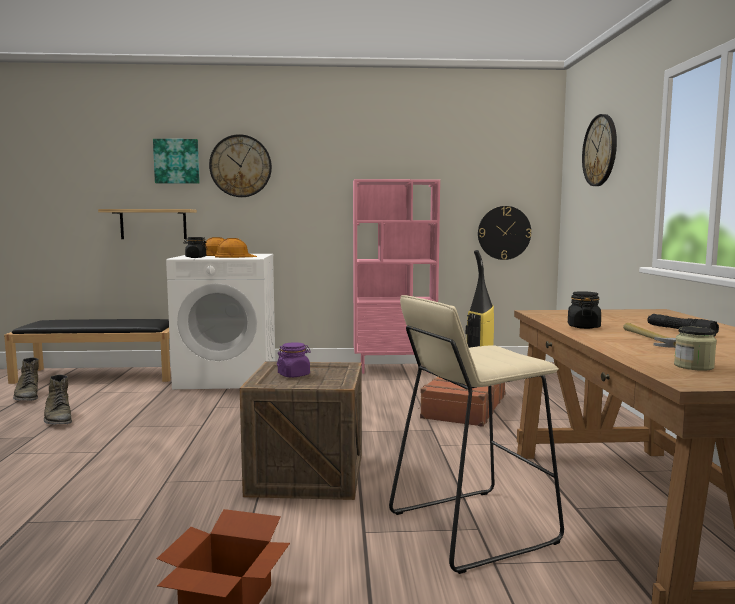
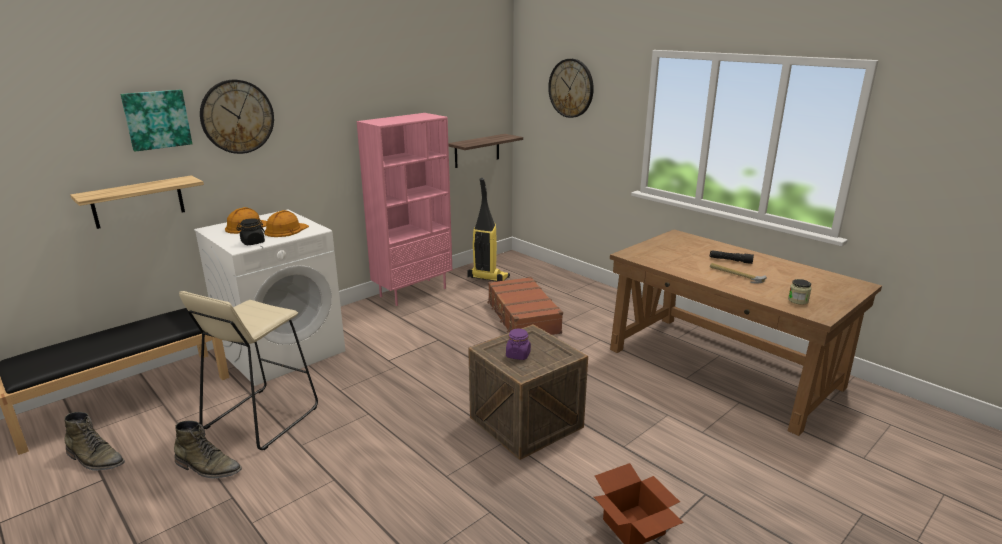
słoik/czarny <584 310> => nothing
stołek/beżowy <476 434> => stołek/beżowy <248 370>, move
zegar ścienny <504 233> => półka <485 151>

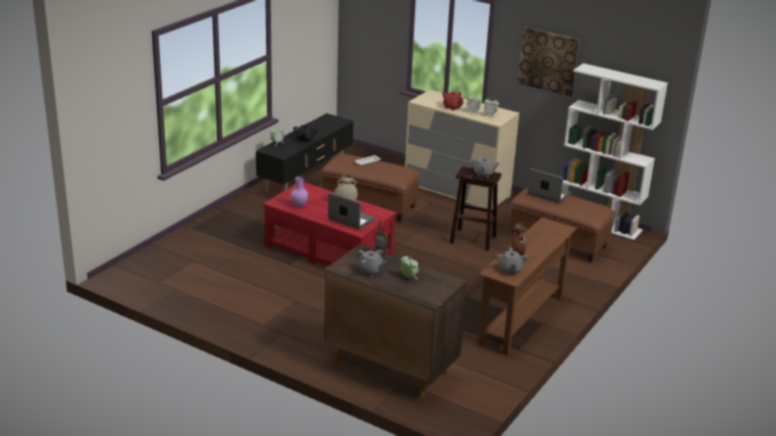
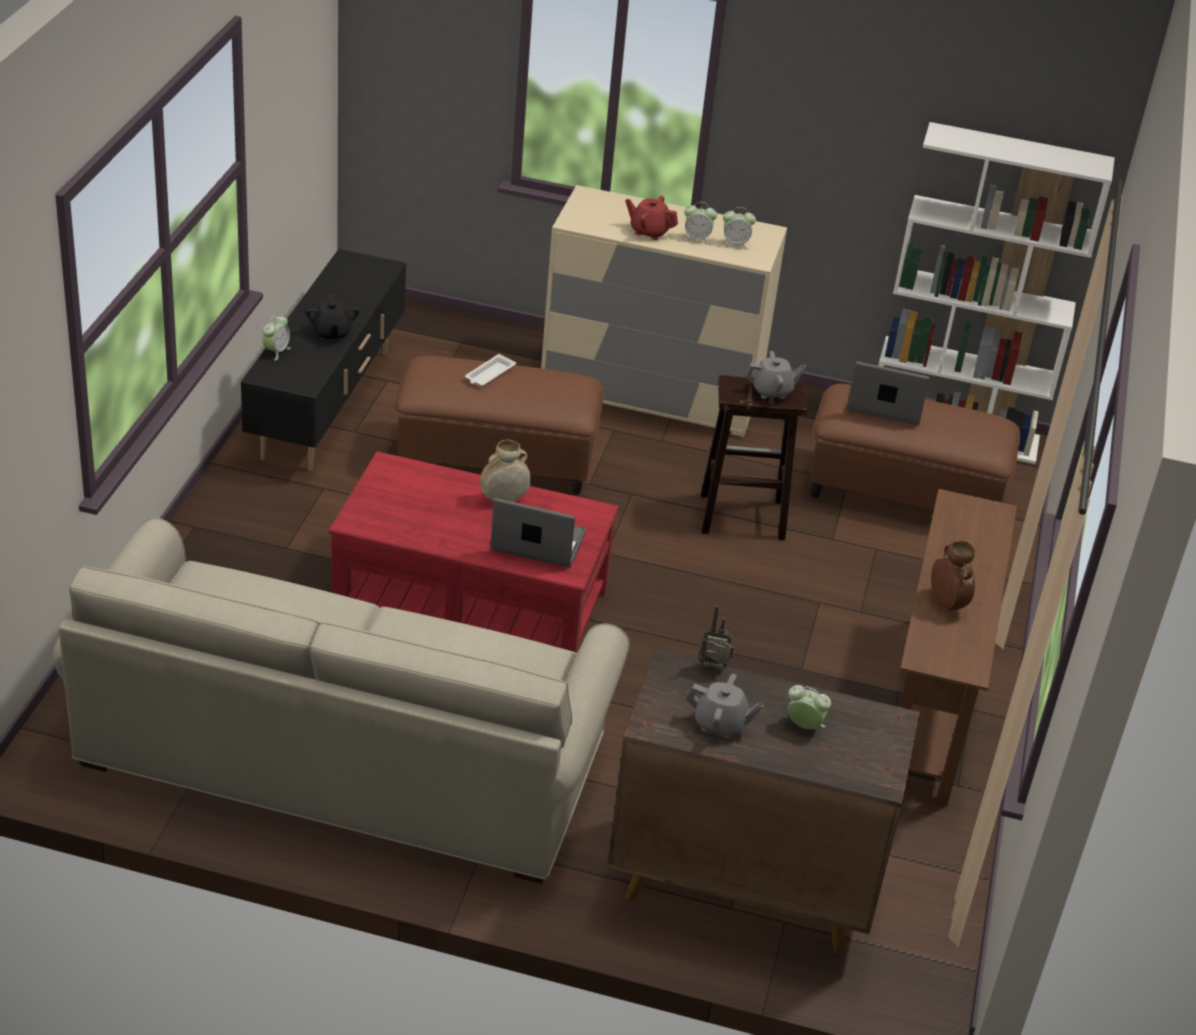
wazon/fioletowy <299 191> => nothing
imbryk/szary <512 261> => nothing
obraz <549 61> => nothing
nothing => kanapa/beżowy <341 701>

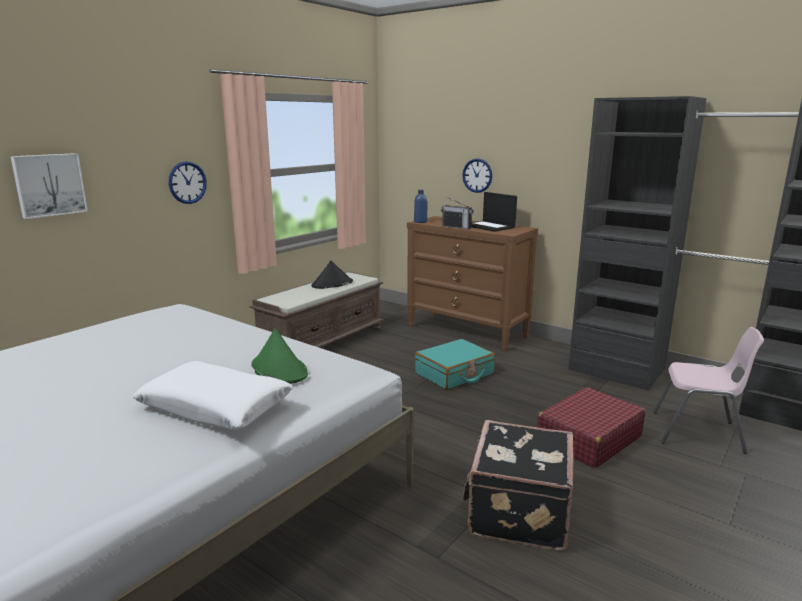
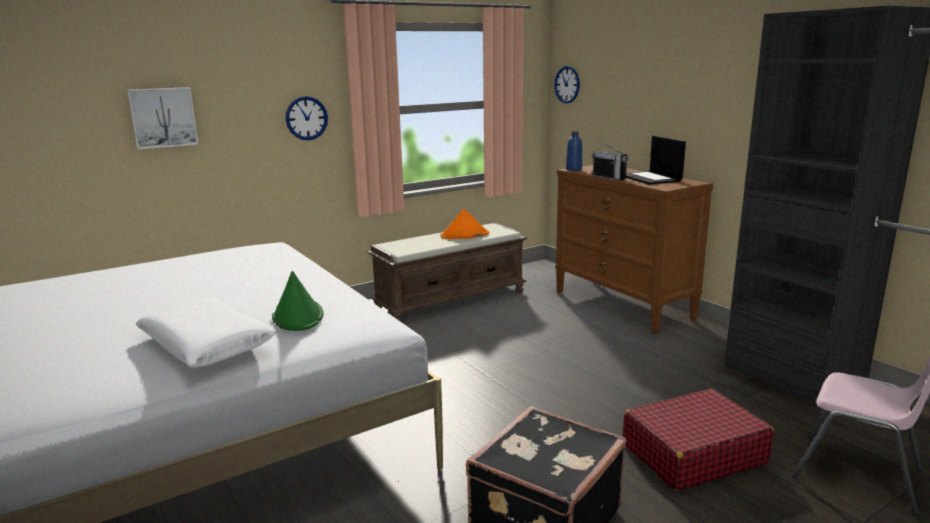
walizka/turkusowy <455 364> => nothing
zegar ścienny <477 176> => zegar ścienny <567 84>, move
kapelusz/czarny <332 275> => kapelusz/pomarańczowy <465 224>

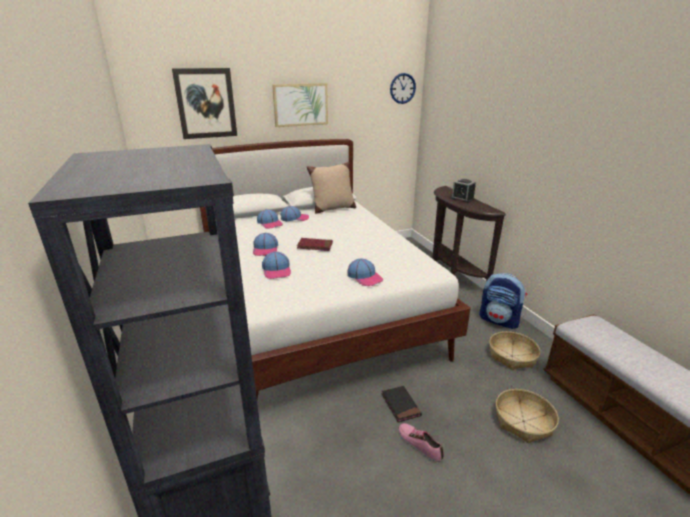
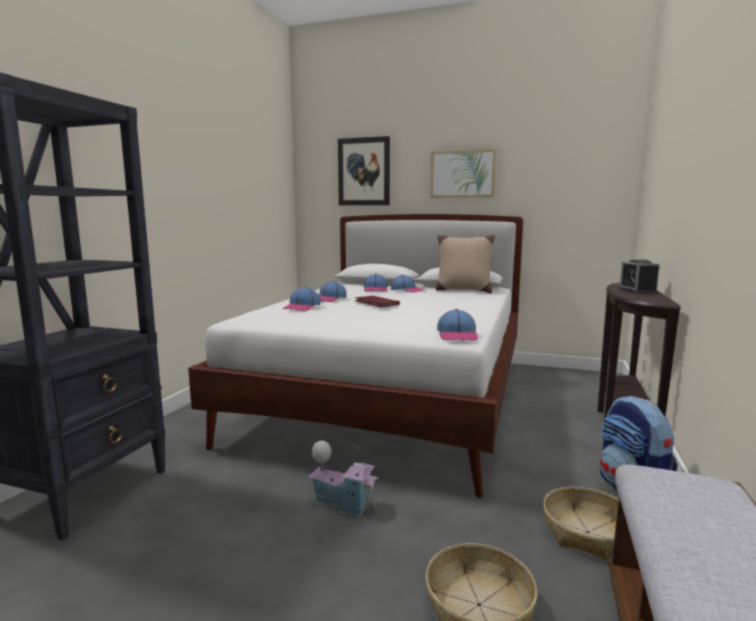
zegar ścienny <403 88> => nothing
but <421 442> => nothing
czapka z daszkiem <365 272> => czapka z daszkiem <457 324>, move
książka/czarny <402 404> => domek <344 479>

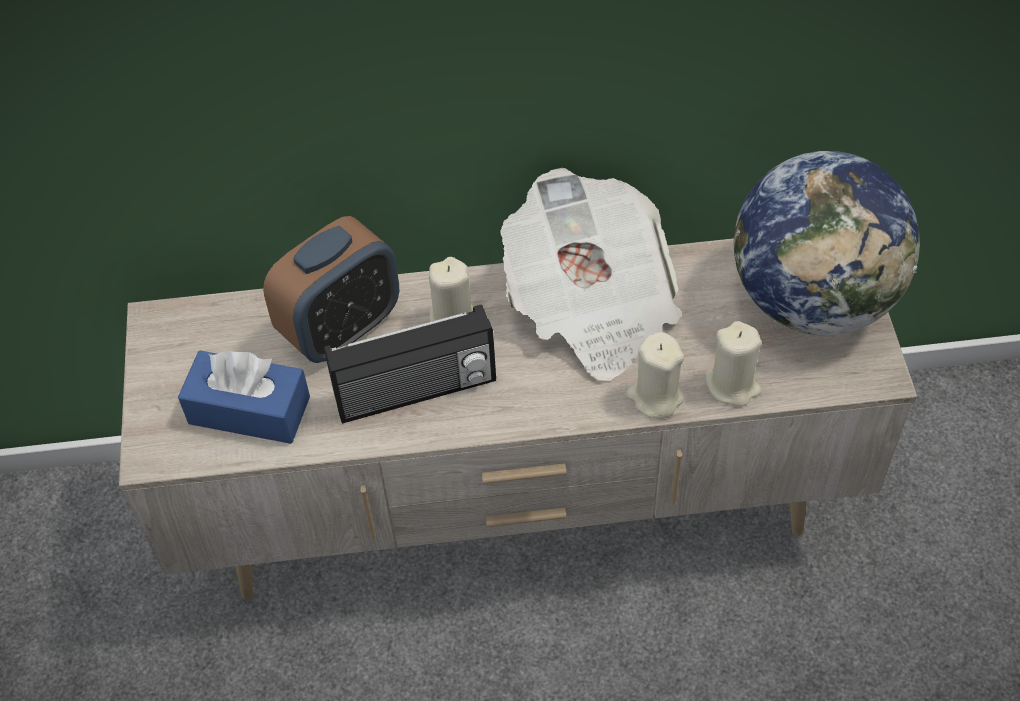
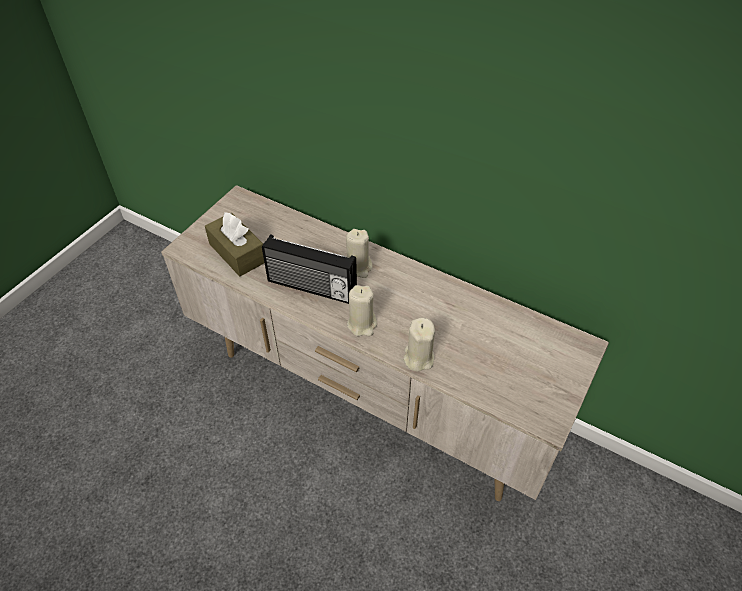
budzik <331 289> => nothing
gazeta <591 274> => nothing
globus <826 243> => nothing
świeca/beżowy <733 364> => świeca/beżowy <362 310>, move
pudełko chusteczek/niebieski <244 397> => pudełko chusteczek/brązowy <234 244>

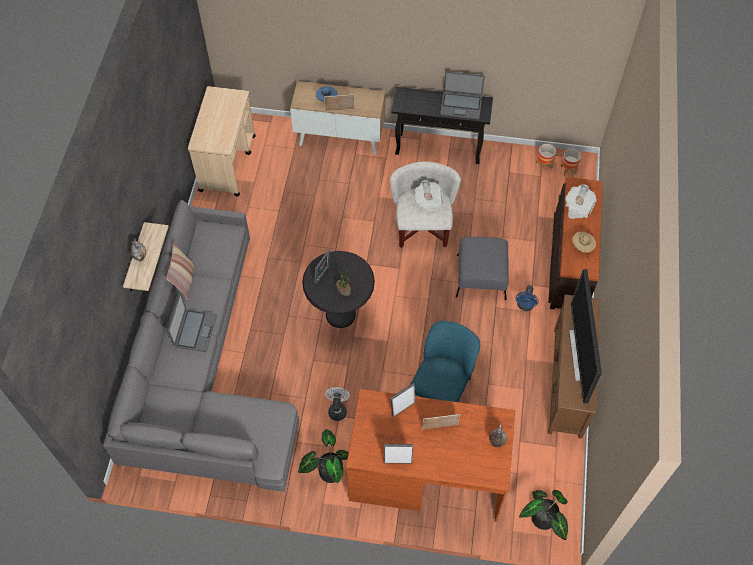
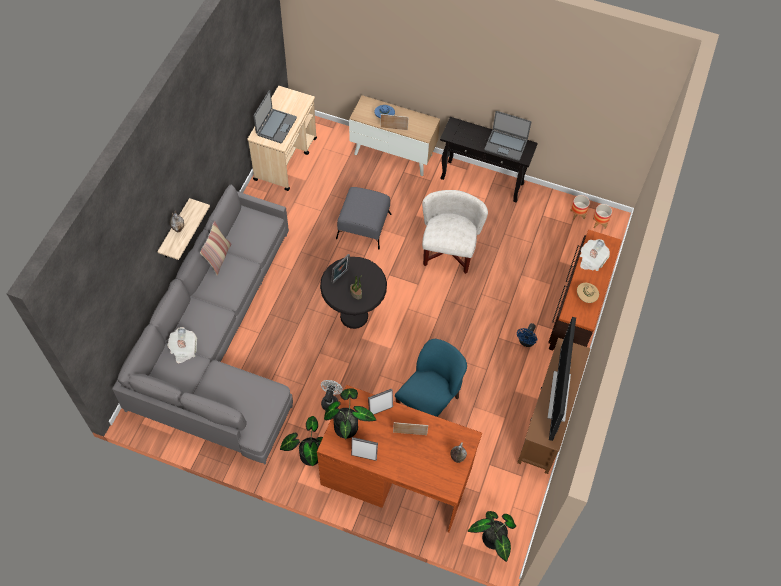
nothing => roślina doniczkowa <350 414>
laptop <192 322> => laptop <275 116>, move
gazeta <429 198> => gazeta <182 345>, move
pufa/szary <482 268> => pufa/szary <363 218>, move

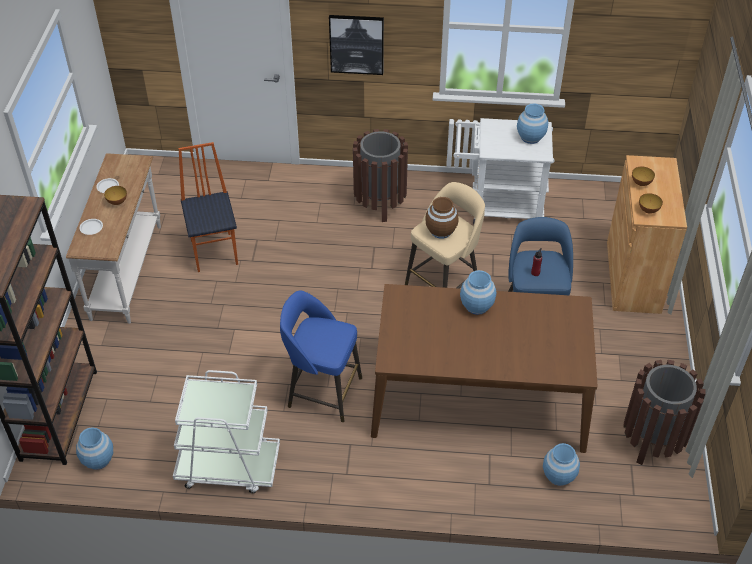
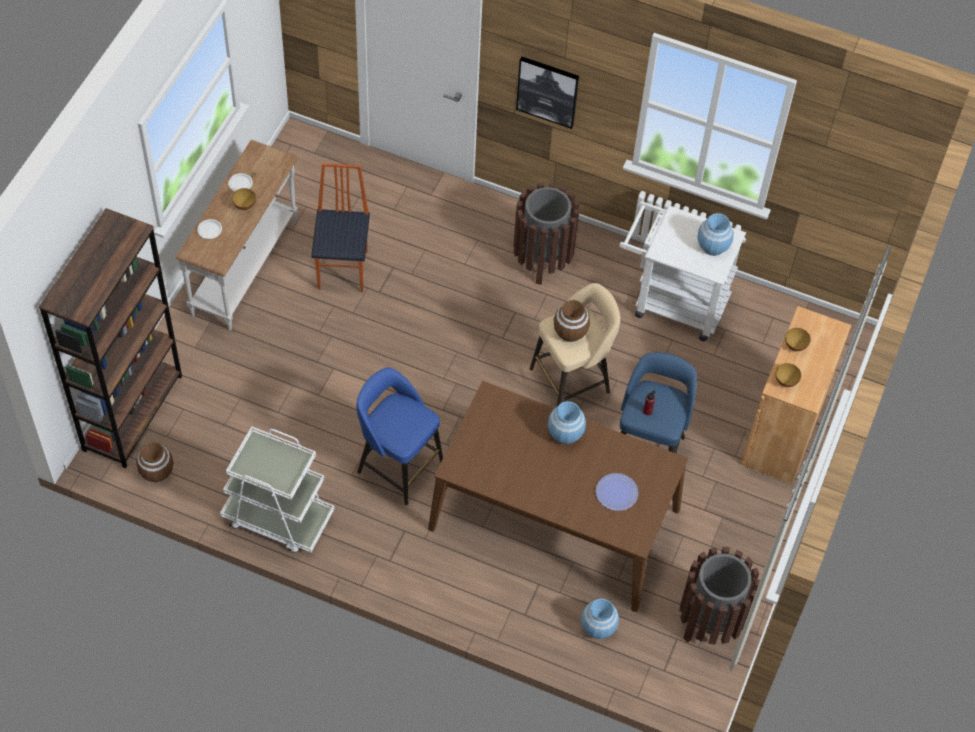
nothing => talerz <617 492>
wazon/niebieski <94 448> => wazon/brązowy <155 462>

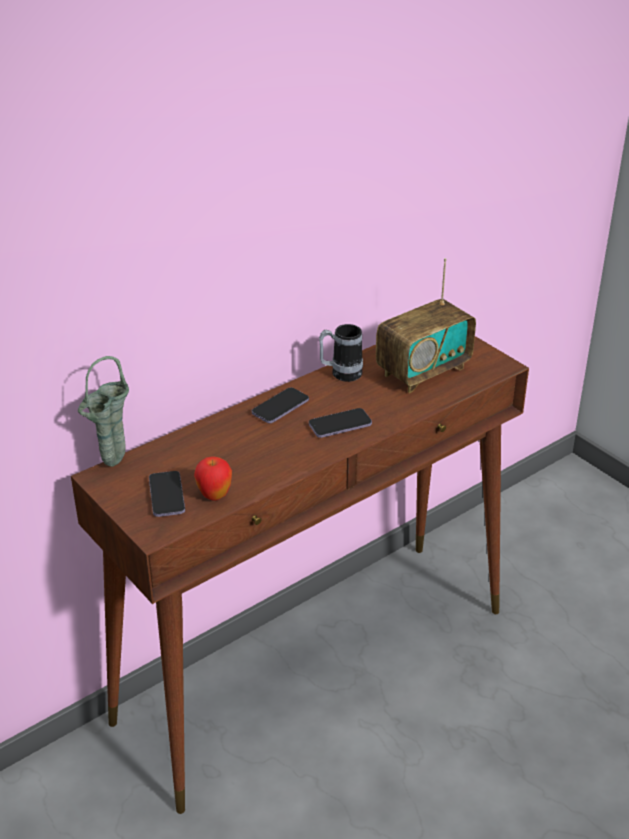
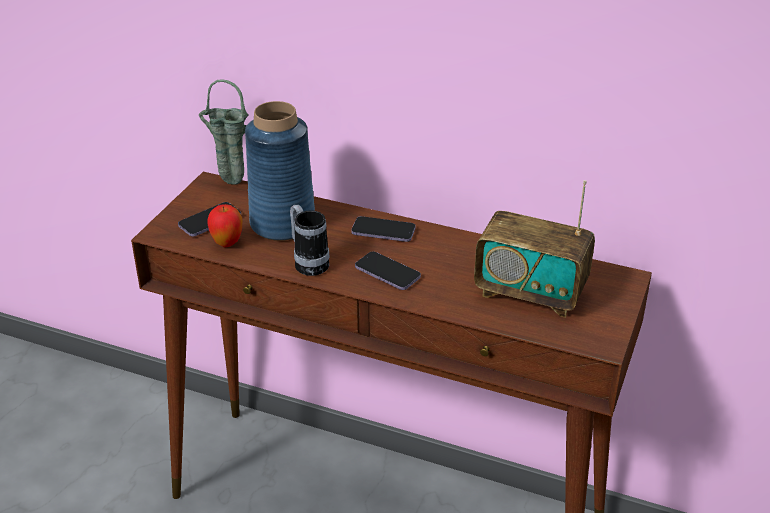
nothing => wazon/niebieski <280 171>
kubek <341 353> => kubek <310 240>, move

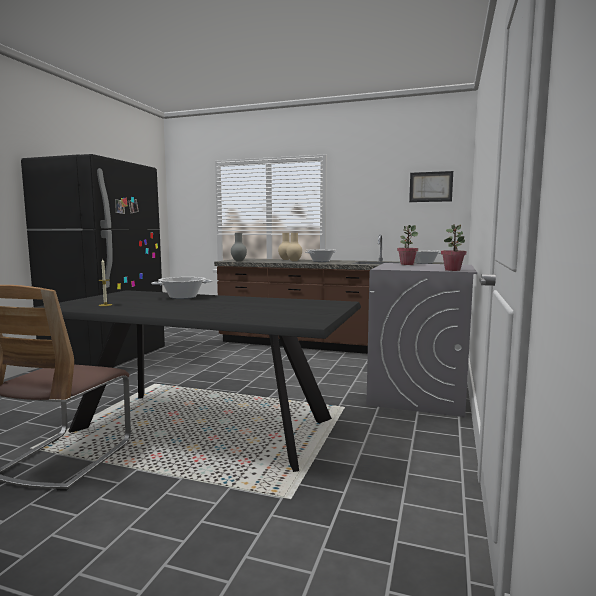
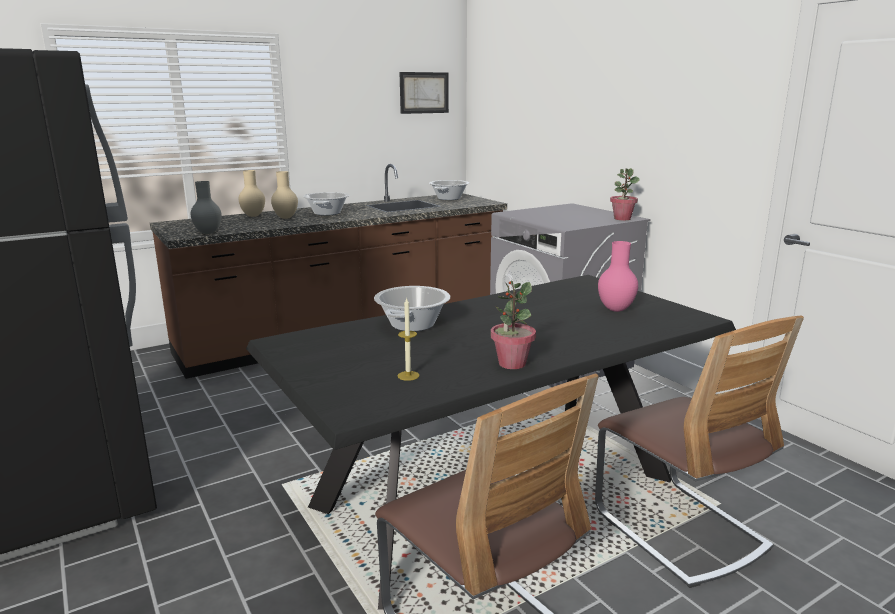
nothing => krzesło <699 452>
nothing => wazon/różowy <618 276>
roślina doniczkowa <408 245> => roślina doniczkowa <513 325>, move

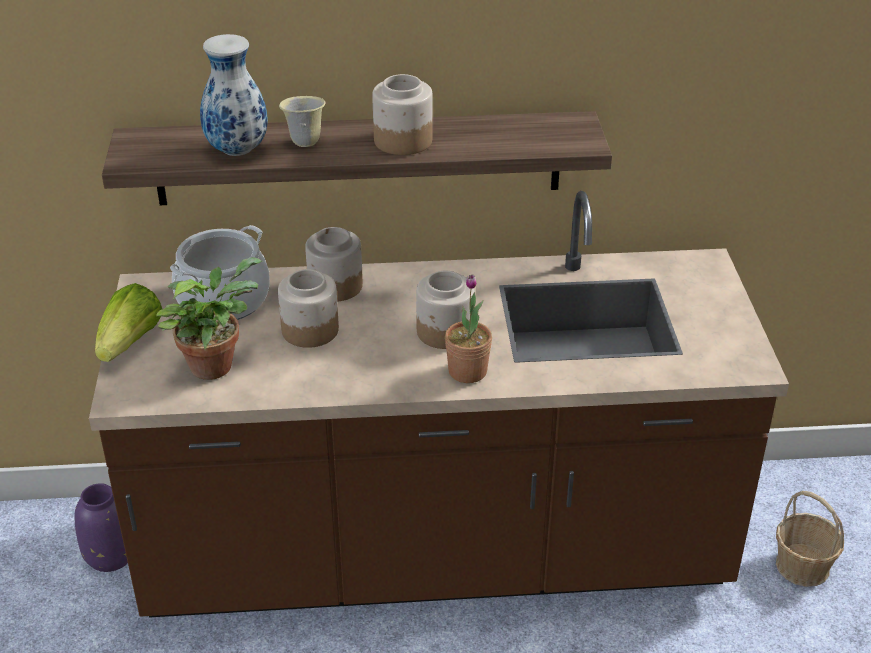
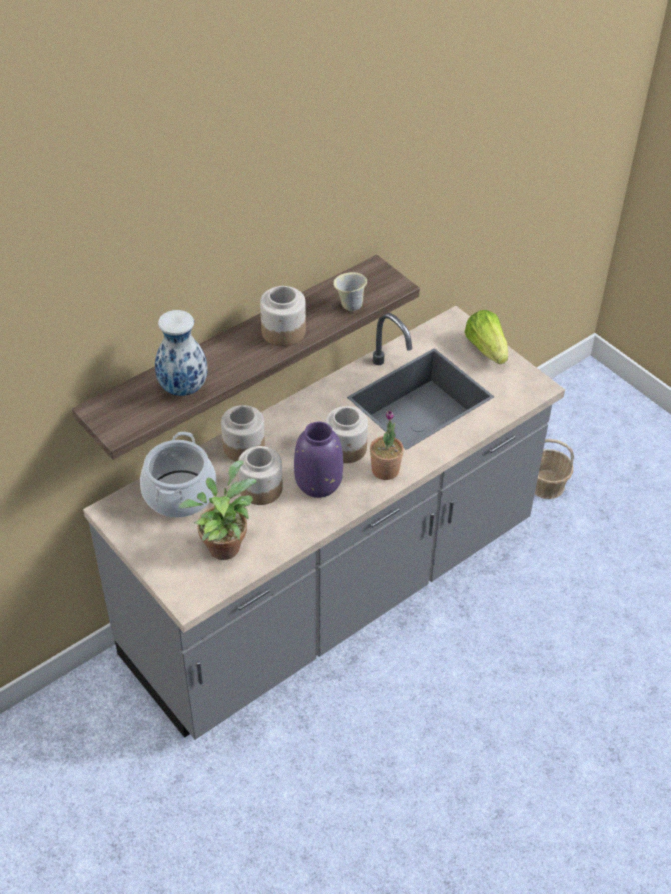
wazon/fioletowy <101 527> => wazon/fioletowy <318 459>, move
sałata <128 322> => sałata <486 337>, move
kubek/beżowy <302 121> => kubek/beżowy <350 291>, move
zabudowa kuchenna/brązowy <439 404> => zabudowa kuchenna/szary <324 523>

